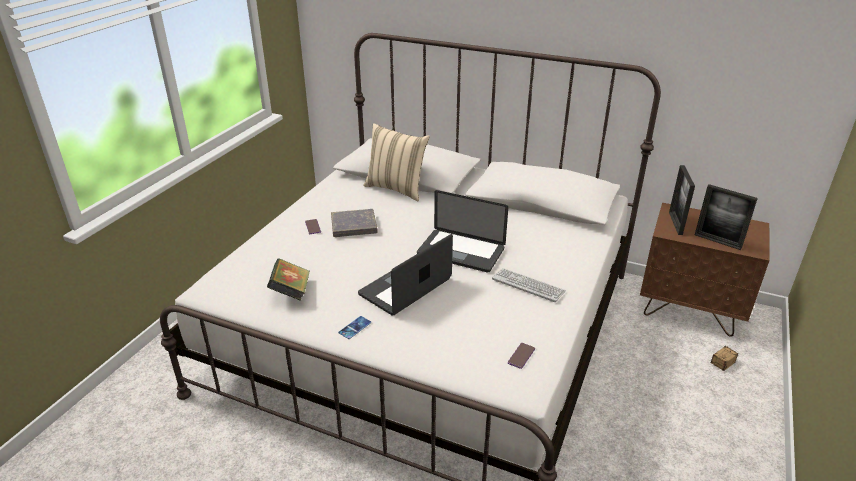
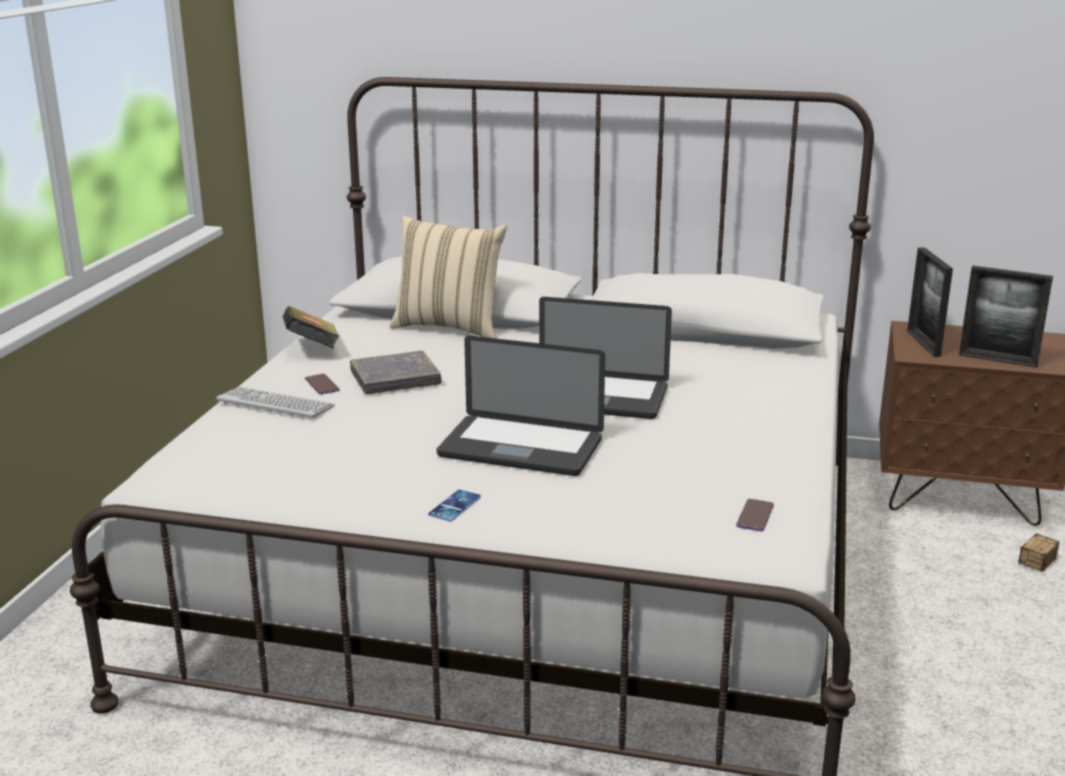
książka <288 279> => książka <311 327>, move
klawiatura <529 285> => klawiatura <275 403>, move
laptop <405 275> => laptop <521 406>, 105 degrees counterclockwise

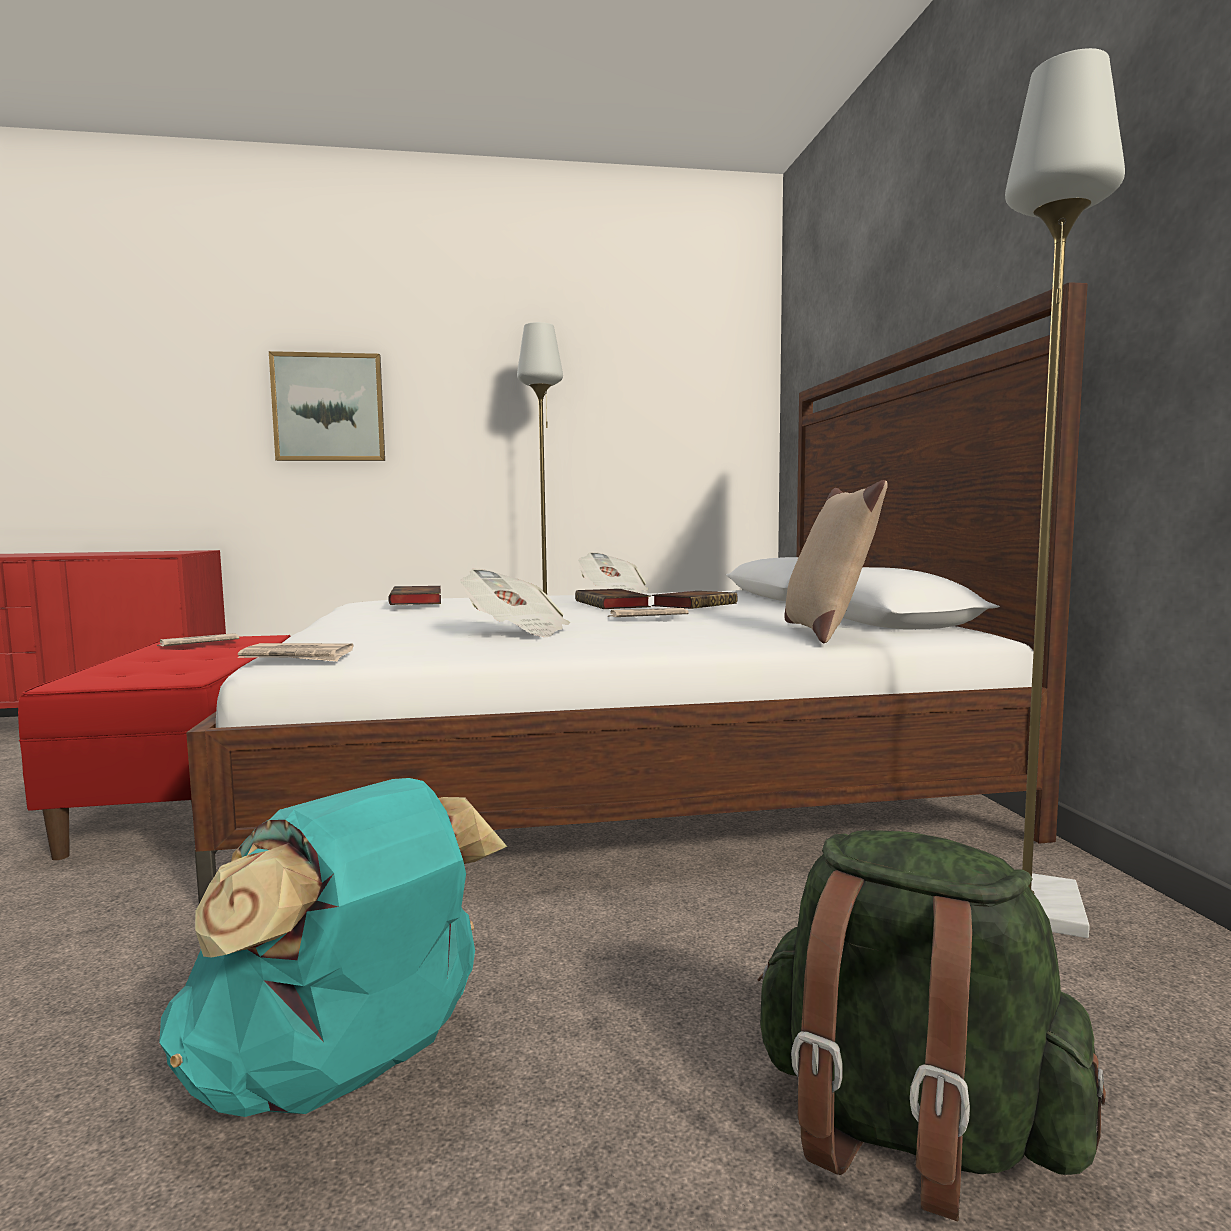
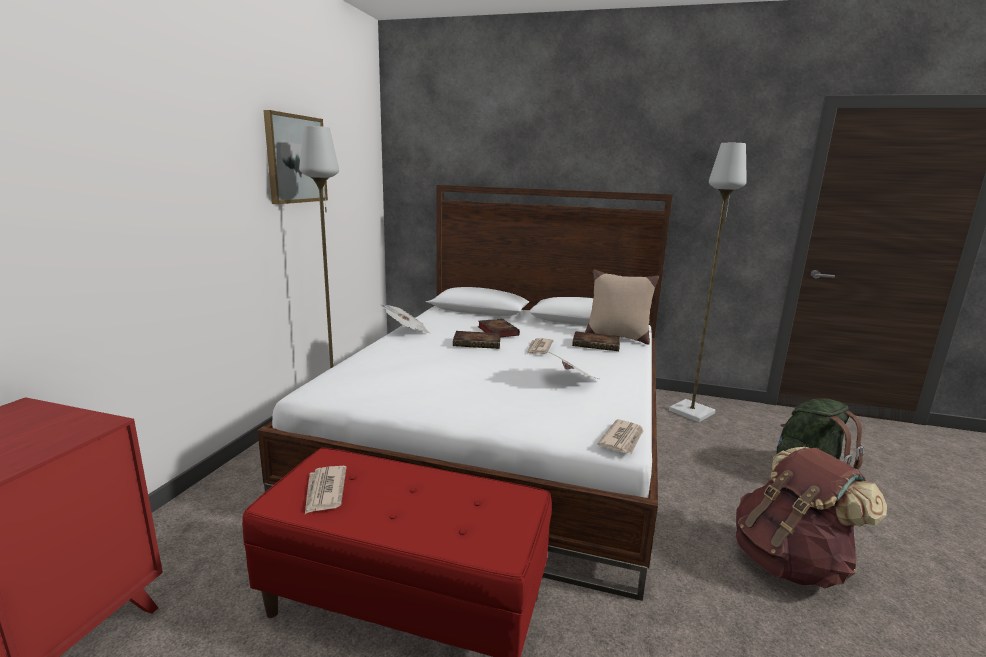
obraz <327 406> => obraz <295 157>, move
książka <414 595> => książka <596 341>, move
plecak/turkusowy <333 947> => plecak/brązowy <811 517>

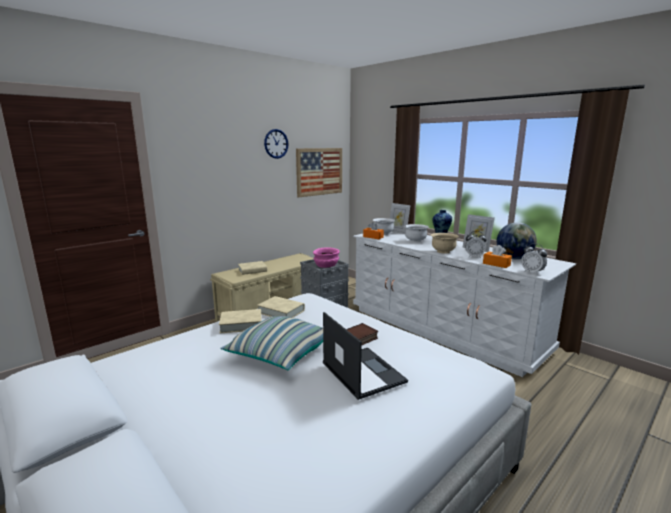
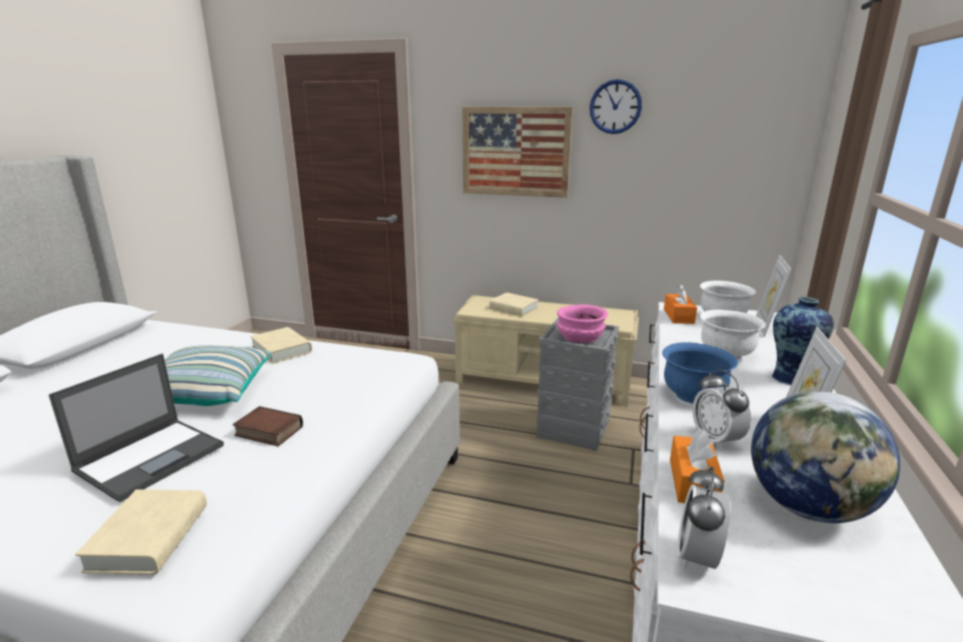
książka/beżowy <281 307> => książka/beżowy <141 532>, move
obraz <319 173> => obraz <517 152>, move
miska/beżowy <445 243> => miska/niebieski <700 373>

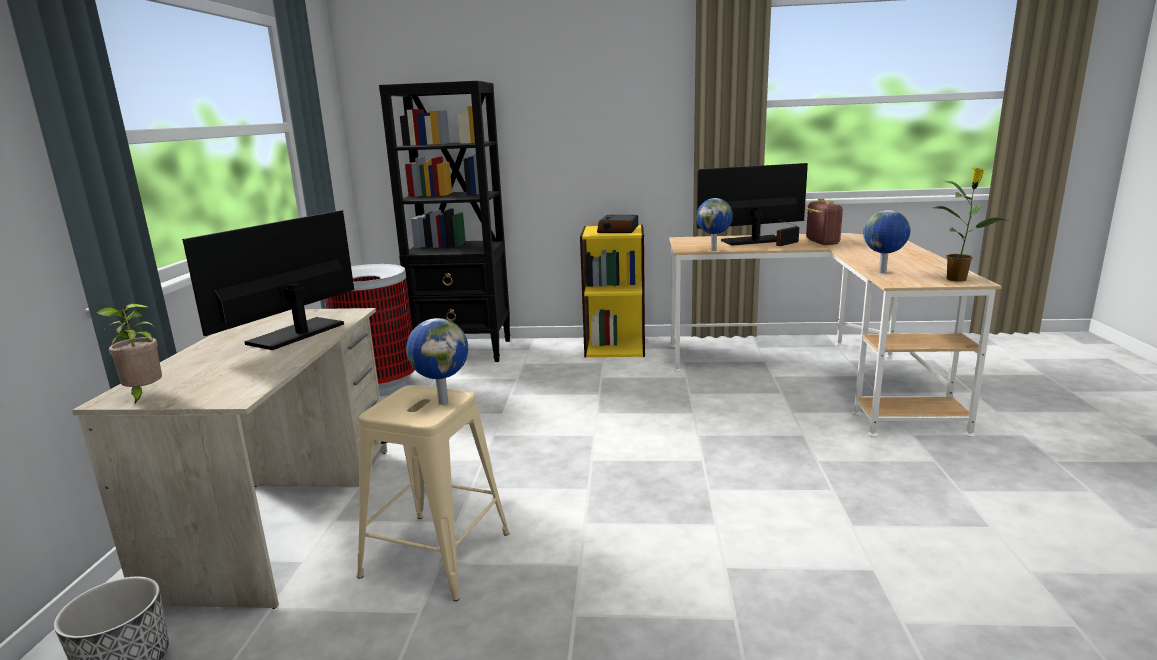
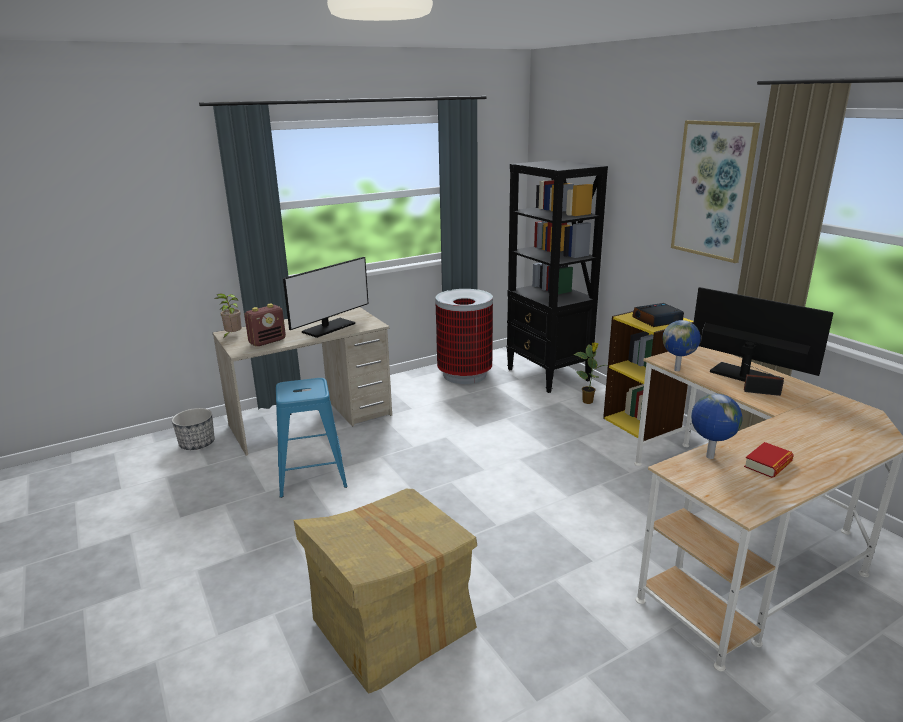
globus <437 361> => nothing
nothing => karton <385 591>
nothing => obraz <715 191>
nothing => książka <769 460>
radio <824 222> => radio <265 325>, move
roślina doniczkowa <969 224> => roślina doniczkowa <590 373>, move
stołek/beżowy <433 493> => stołek/niebieski <311 438>
monitor <268 280> => monitor <326 297>, 135 degrees clockwise

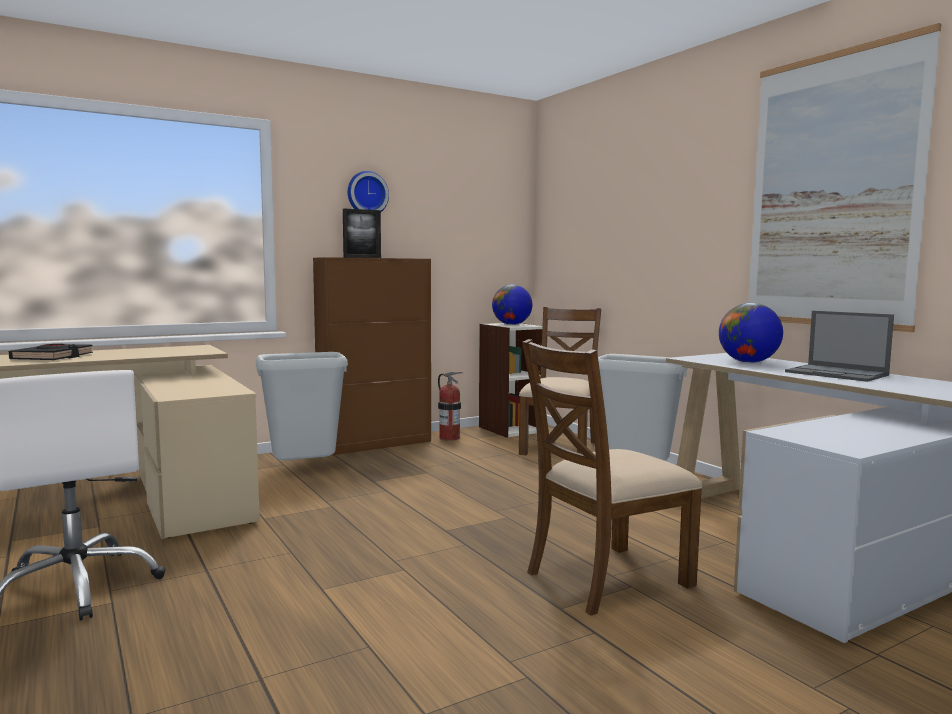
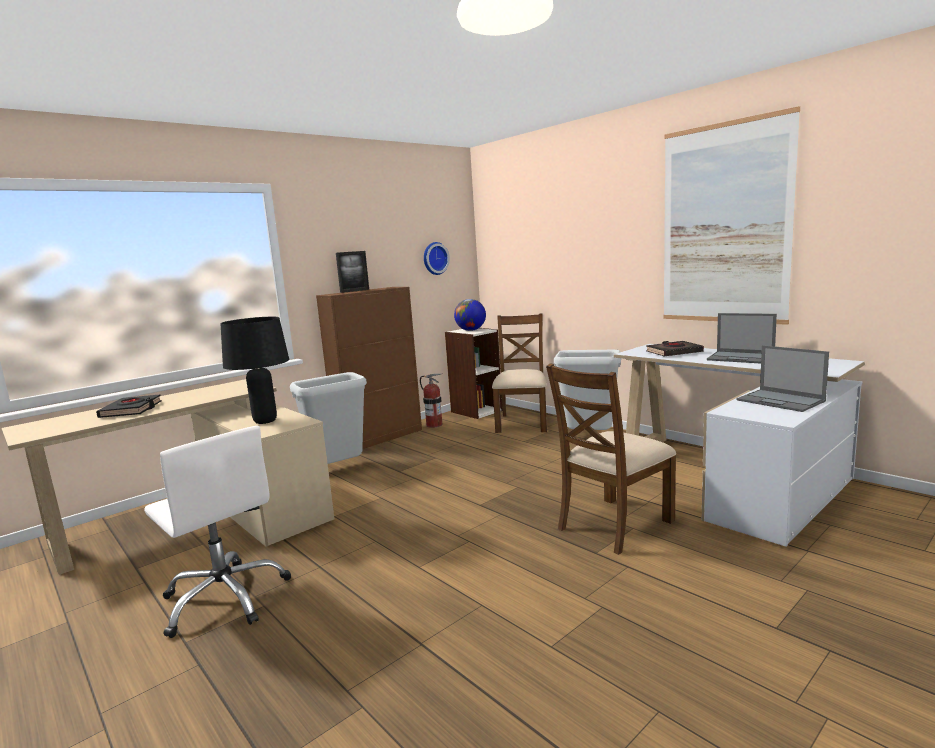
nothing => lampa stołowa/czarny <254 370>
nothing => laptop <783 378>
zegar ścienny <368 191> => zegar ścienny <437 258>, move
globus <751 333> => książka/czarny <675 348>

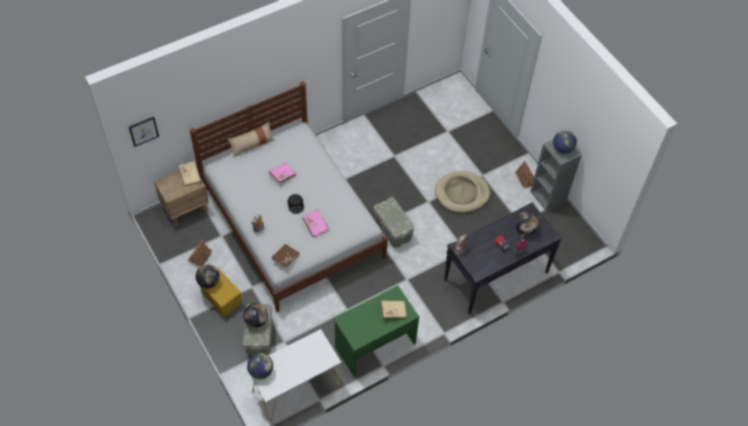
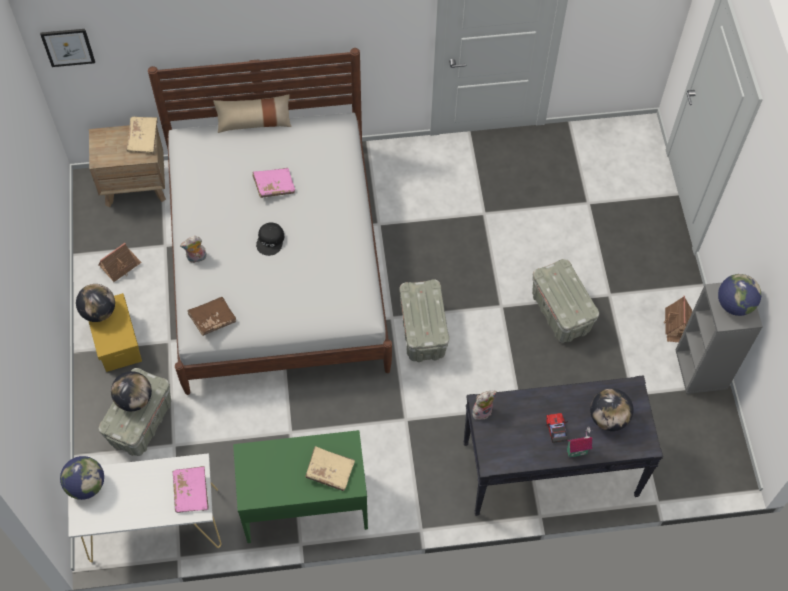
książka/różowy <315 223> => książka/różowy <190 489>, move
legowisko/beżowy <462 192> => pojemnik do przechowywania/szary <565 301>

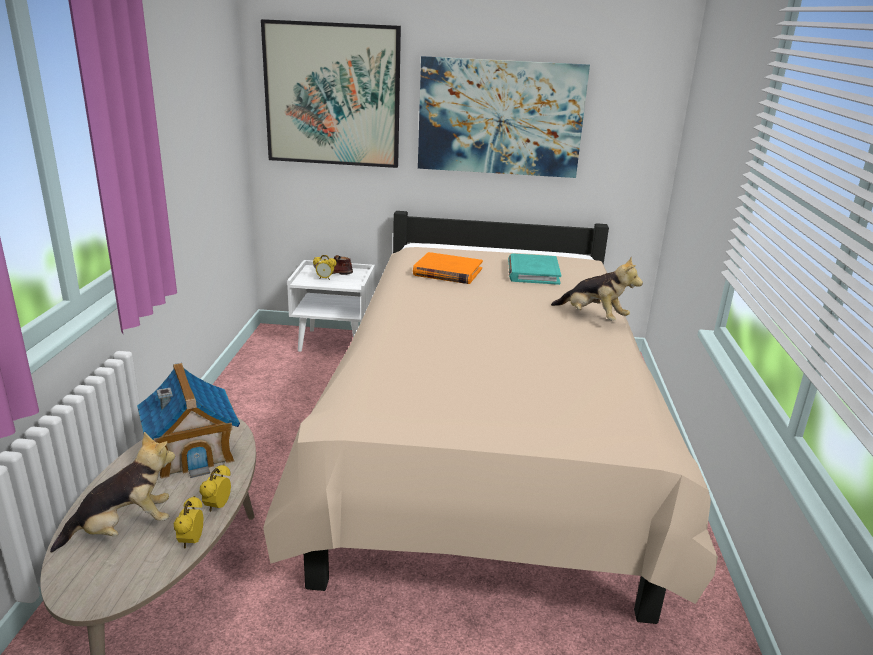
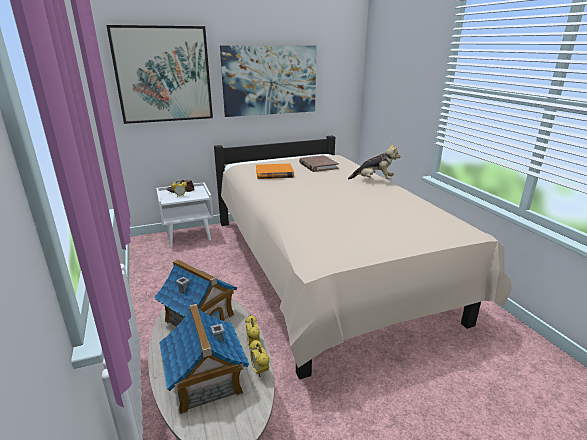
pluszak <112 492> => domek <204 359>
książka/turkusowy <534 269> => książka/brązowy <319 163>

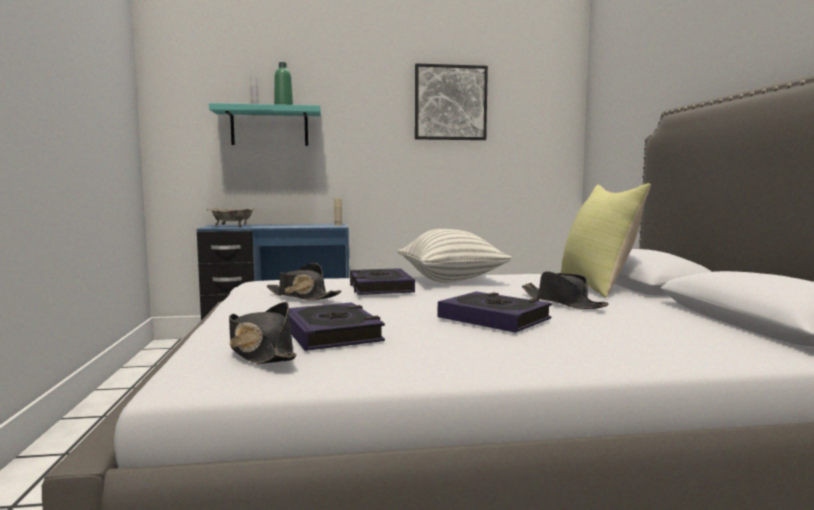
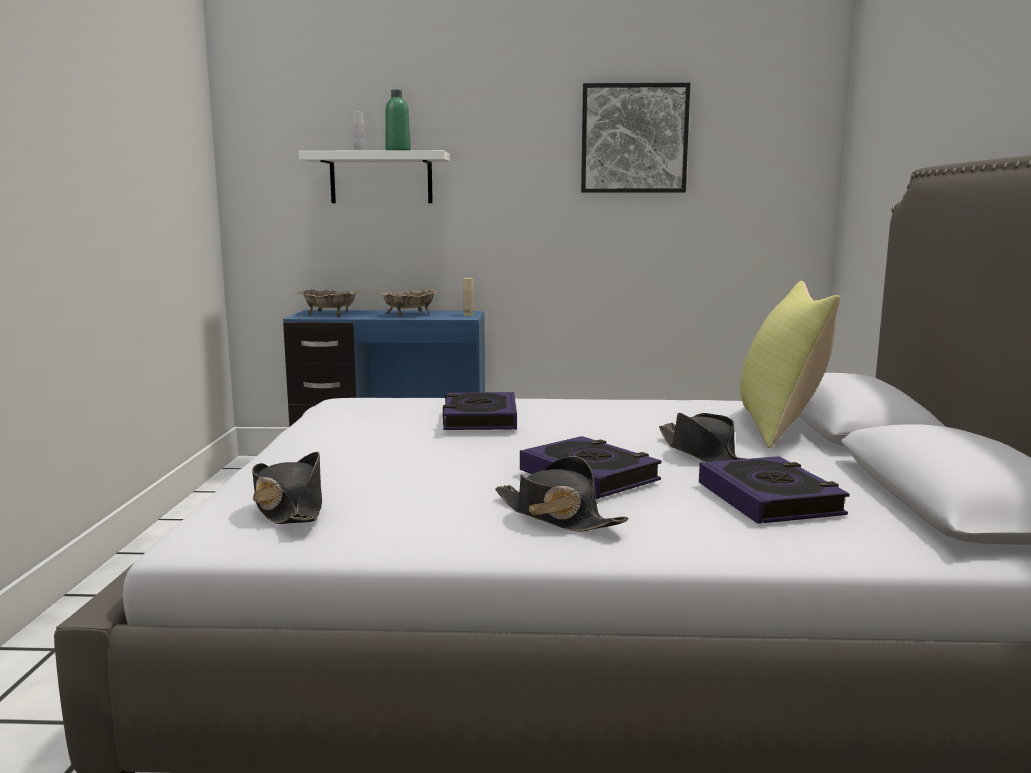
poduszka <455 256> => nothing
nothing => miska/beżowy <408 302>
kapelusz/czarny <304 282> => kapelusz/czarny <562 494>, move
książka <337 326> => książka <774 490>, move
półka/turkusowy <265 124> => półka/biały <374 176>

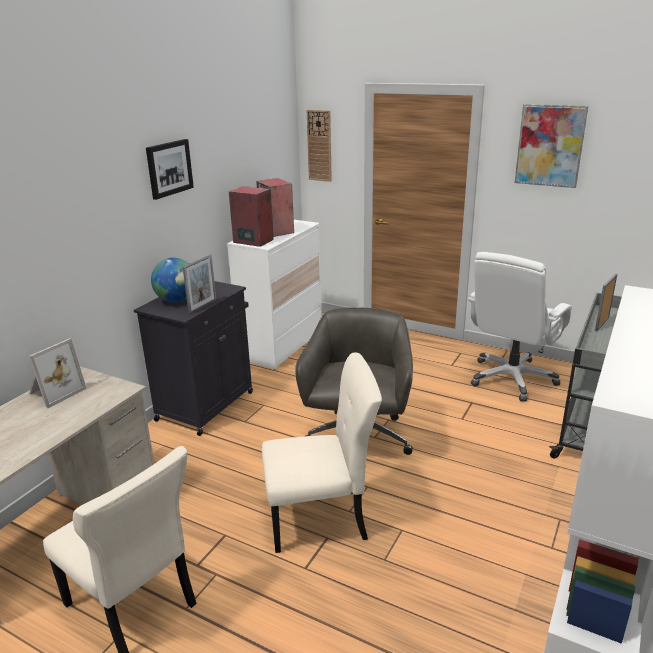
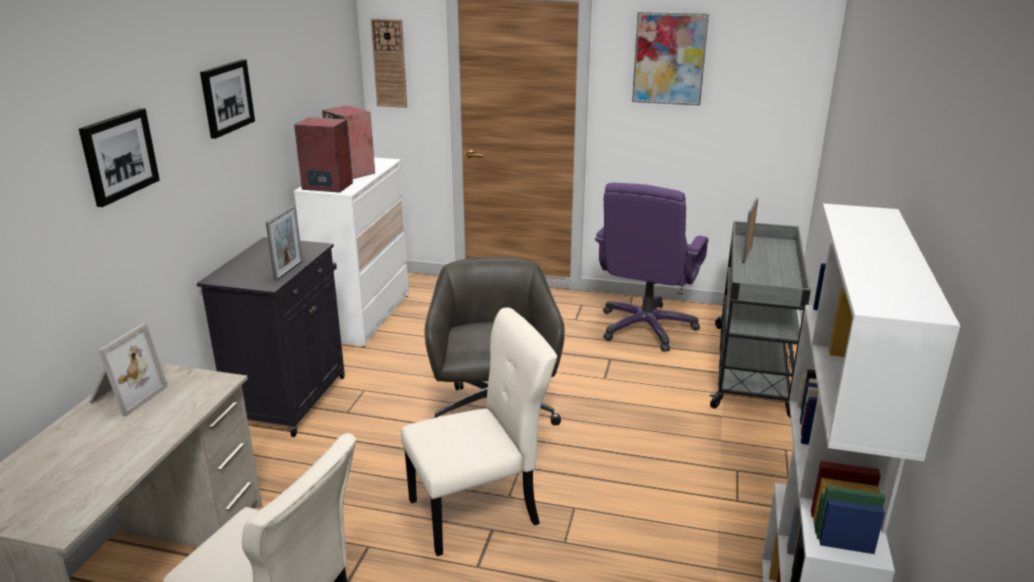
globus <170 280> => nothing
nothing => obraz <119 157>
krzesło biurowe/biały <520 327> => krzesło biurowe/fioletowy <651 267>

